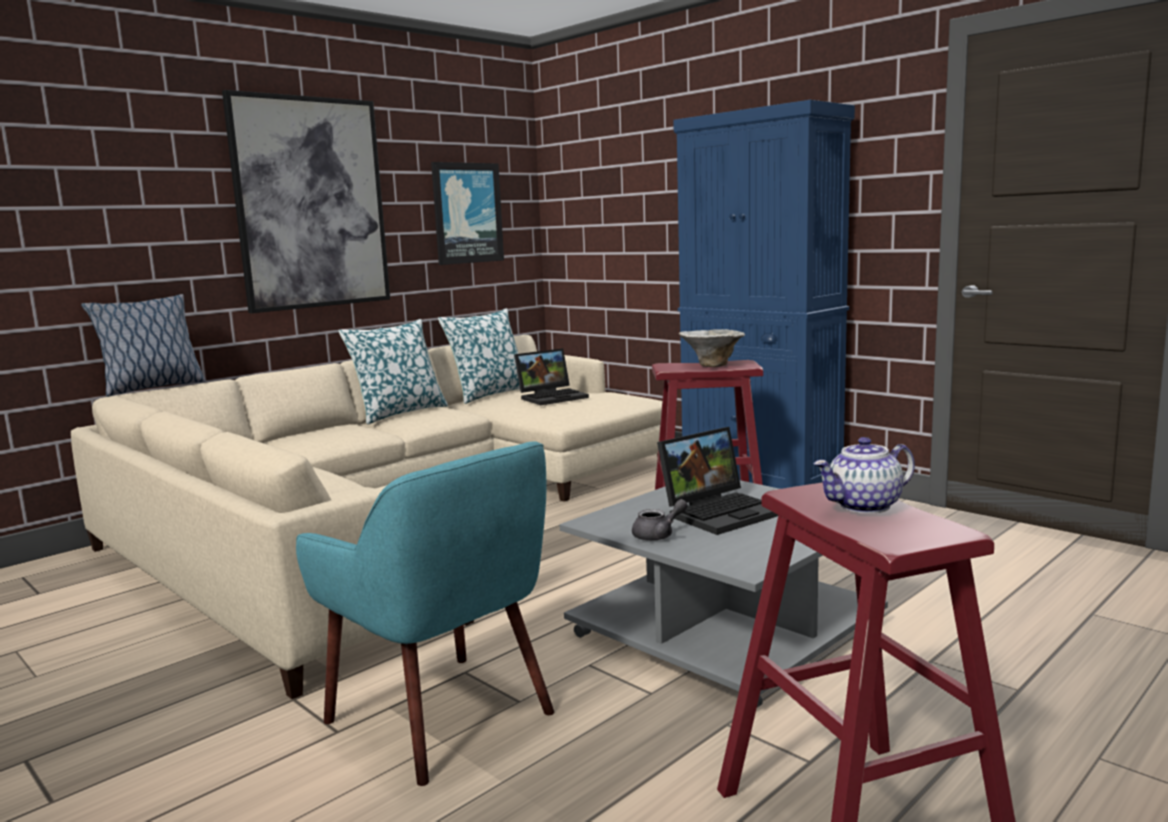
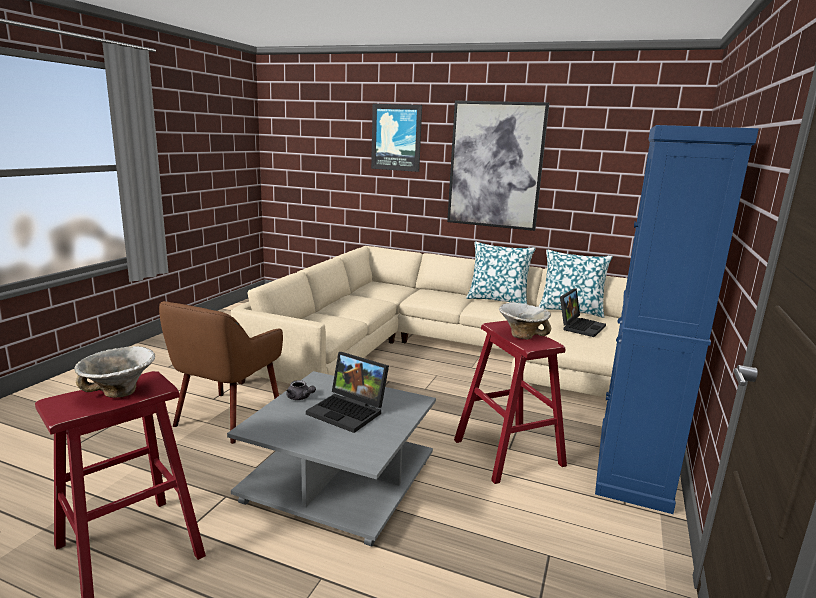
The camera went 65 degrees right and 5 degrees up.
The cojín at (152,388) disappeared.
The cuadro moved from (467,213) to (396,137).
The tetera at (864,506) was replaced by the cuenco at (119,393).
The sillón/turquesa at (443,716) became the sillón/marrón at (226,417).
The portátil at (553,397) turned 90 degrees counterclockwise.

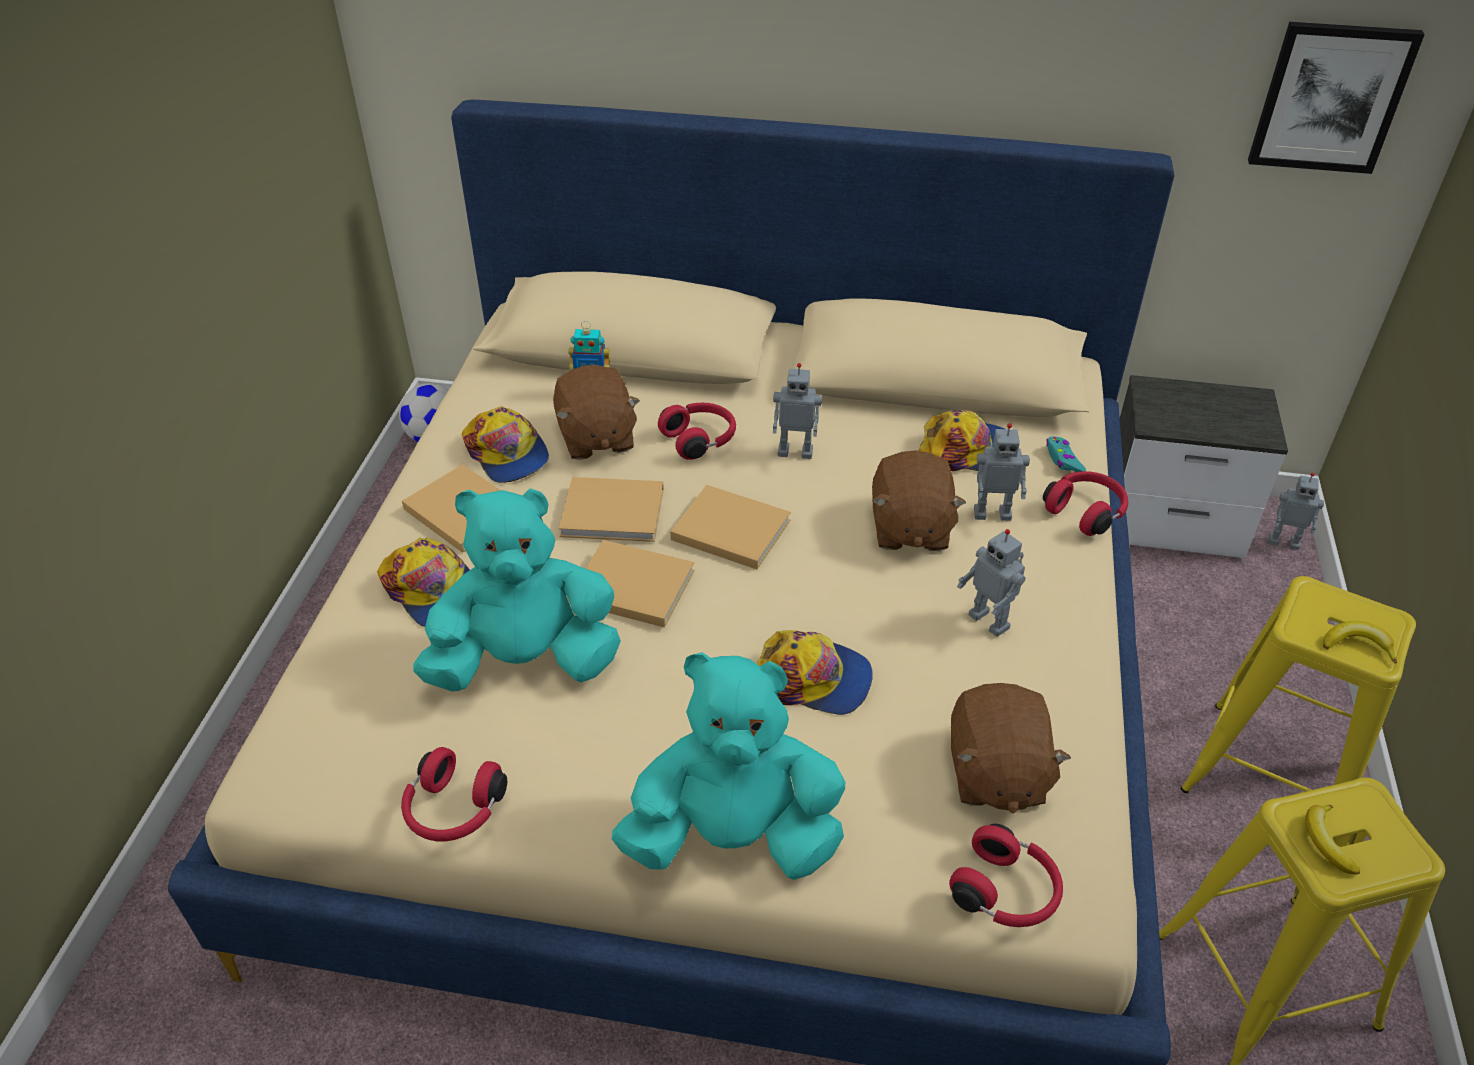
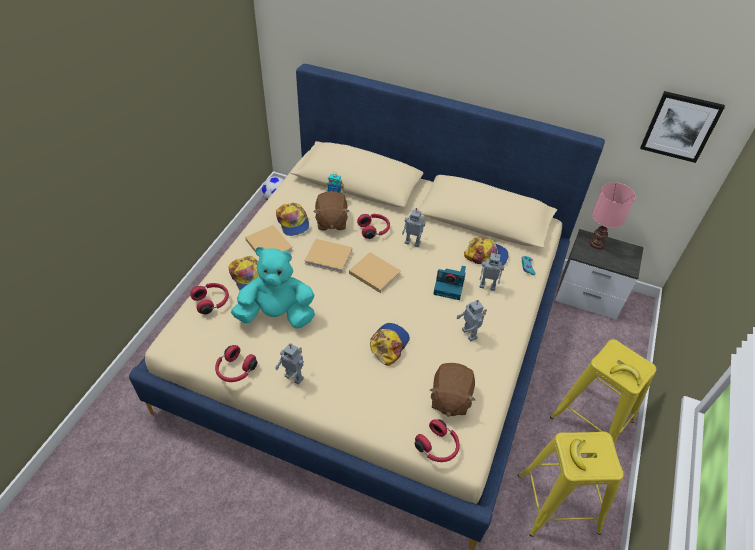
The camera went 10 degrees right and 5 degrees up.
The libro/beis at (629,585) disappeared.
The peluche/turquesa at (734,837) disappeared.
The lámpara de mesa/rosa at (596,244) appeared.
The auriculares/rojo moved from (1086,511) to (212,301).
The robot de juguete moved from (1284,541) to (295,376).
The peluche/marrón at (909,528) was replaced by the cámara at (449,286).
The gorra at (812,679) turned 90 degrees counterclockwise.

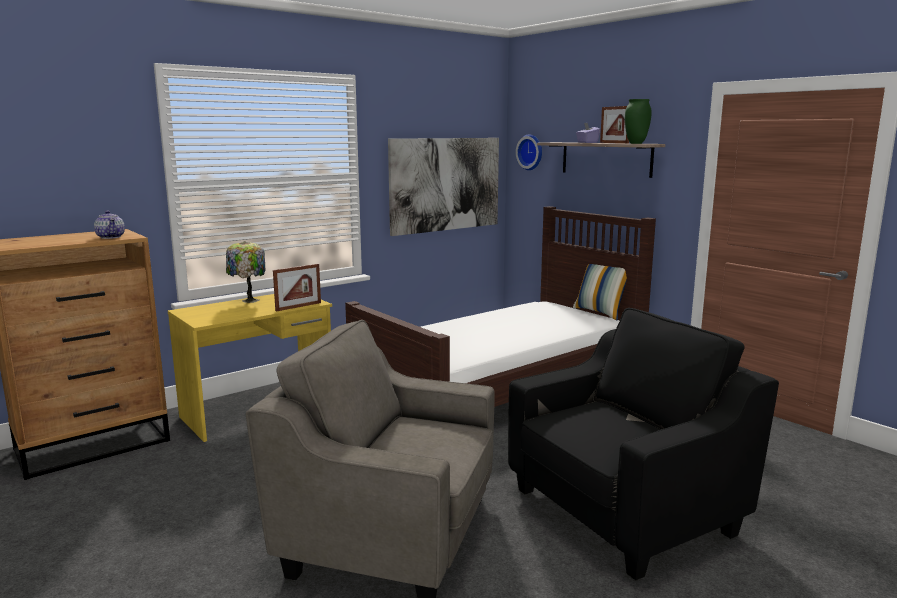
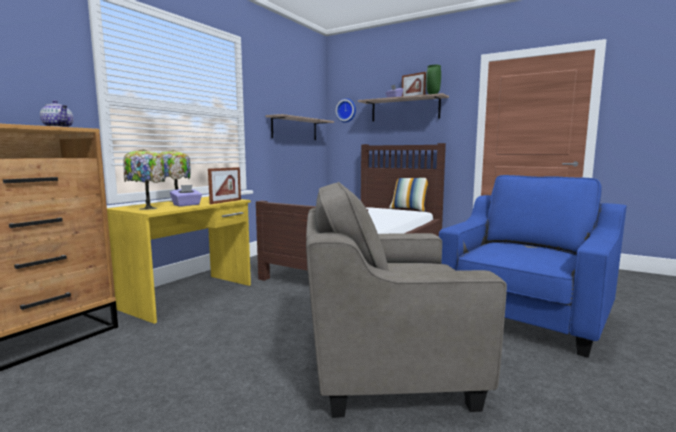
The camera went 20 degrees left and 5 degrees down.
The lámpara de mesa at (147,208) appeared.
The caja de pañuelos/morado at (187,205) appeared.
The cuadro at (445,184) was replaced by the estante at (294,129).
The sillón/negro at (624,511) became the sillón/azul at (525,317).

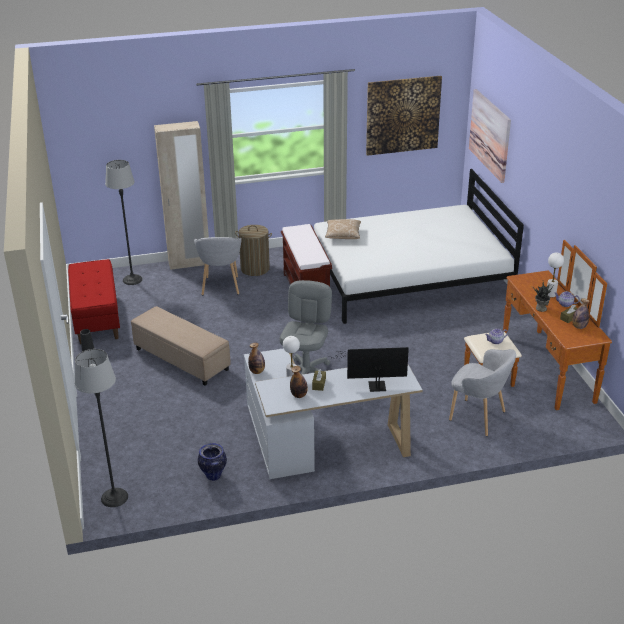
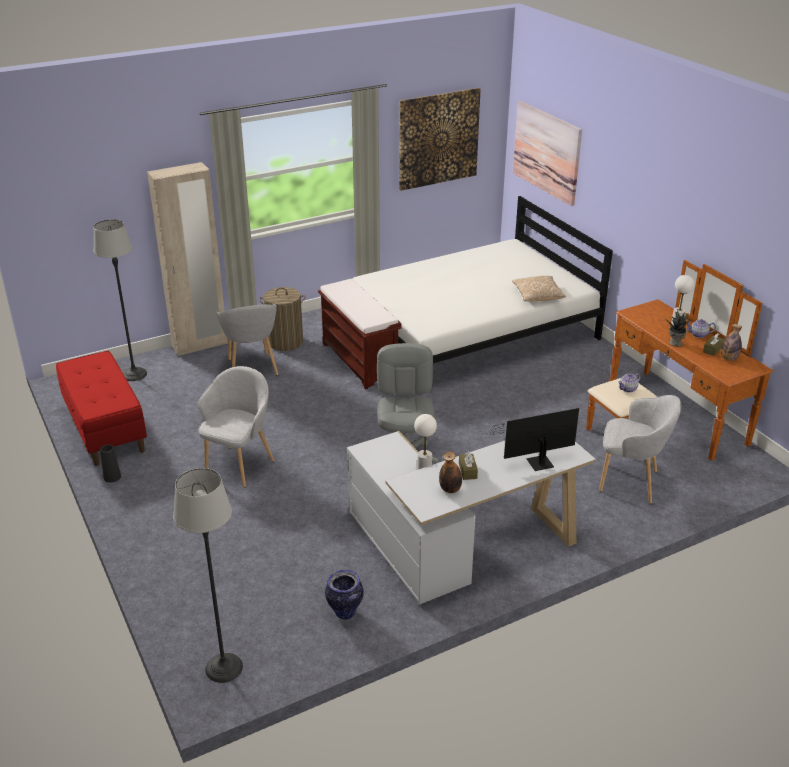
The camera went 15 degrees left and 0 degrees up.
The botella at (257,371) disappeared.
The cojín moved from (343,235) to (537,296).
The puf/beis at (182,359) was replaced by the sillón/gris at (240,465).

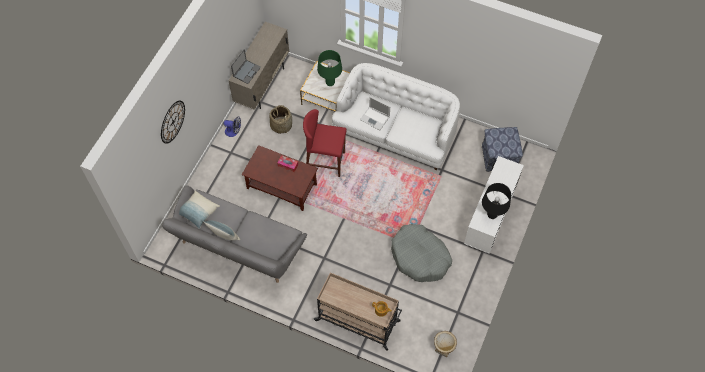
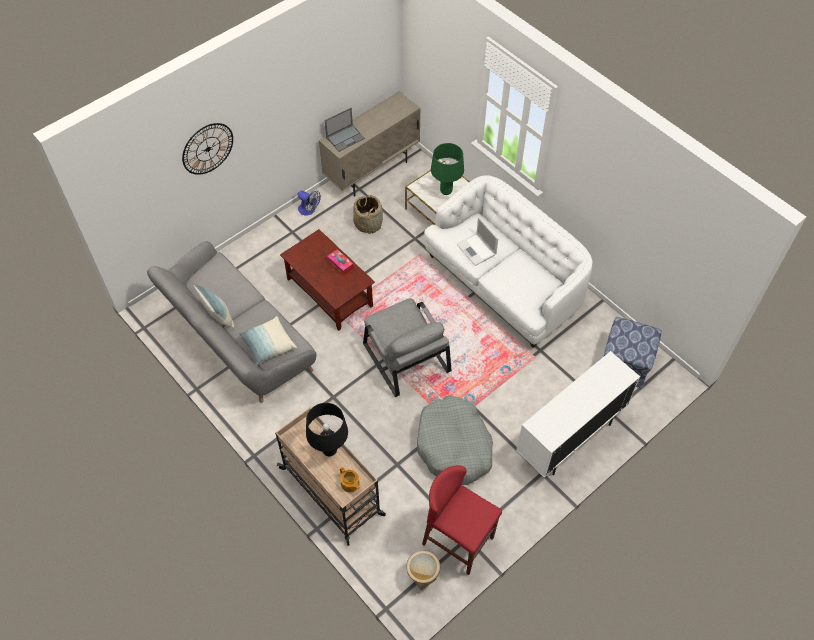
The camera went 25 degrees right and 5 degrees down.
The sillón/gris at (405,356) appeared.
The cojín moved from (198,212) to (268,345).
The taburete/rojo moved from (325,162) to (458,541).
The lámpara de mesa/negro moved from (491,215) to (329,450).

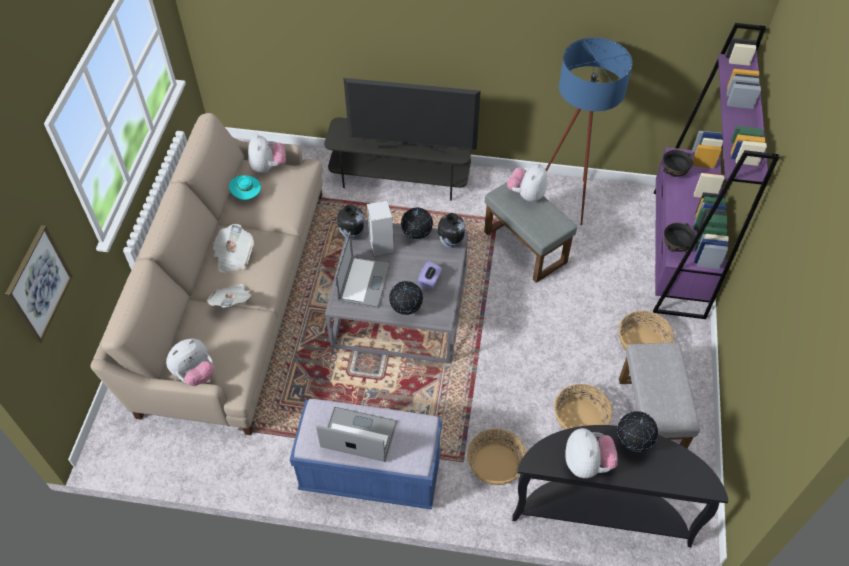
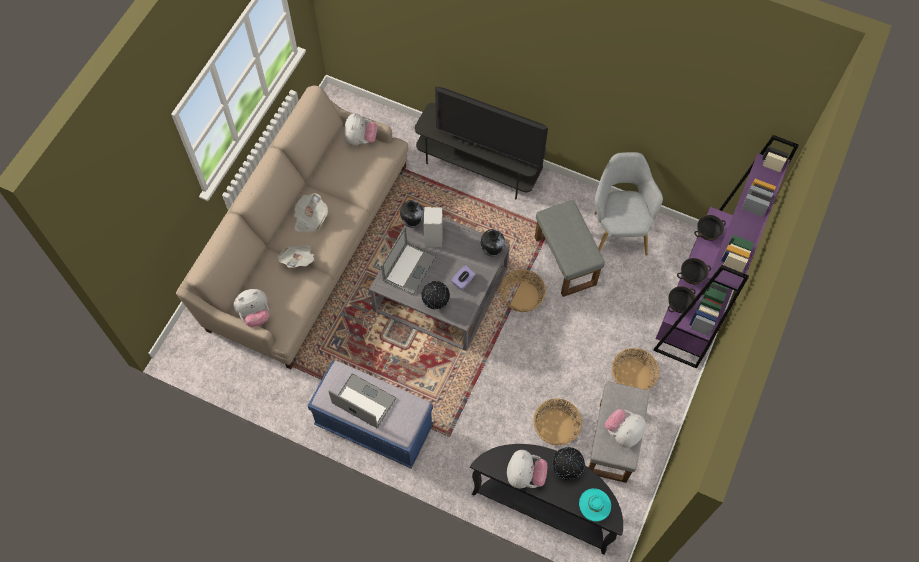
The camera went 15 degrees right and 10 degrees up.
The cuadro at (38,284) disappeared.
The globo terráqueo at (417,236) disappeared.
The cuenco/negro at (691,278) appeared.
The sombrero/turquesa moved from (247,195) to (593,508).
The cesta moved from (495,464) to (522,296).
The peluche moved from (526,194) to (623,433).
The lámpara de pie/azul at (568,205) was replaced by the sillón/gris at (618,230).

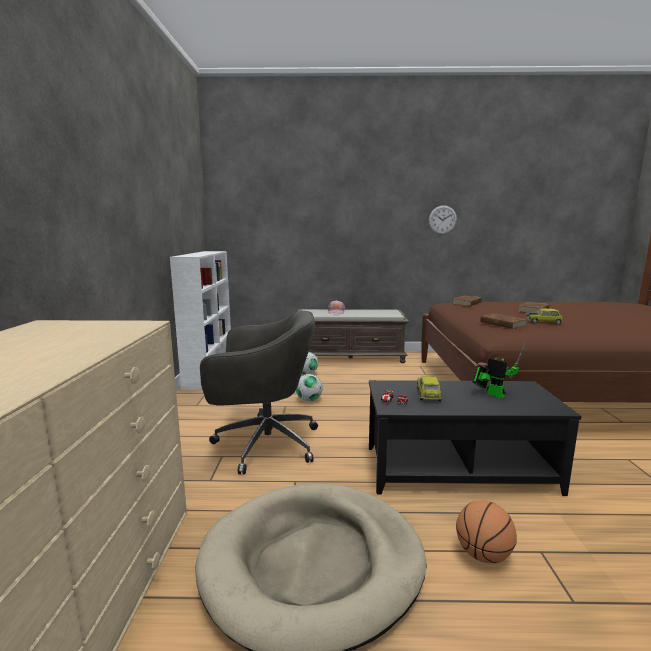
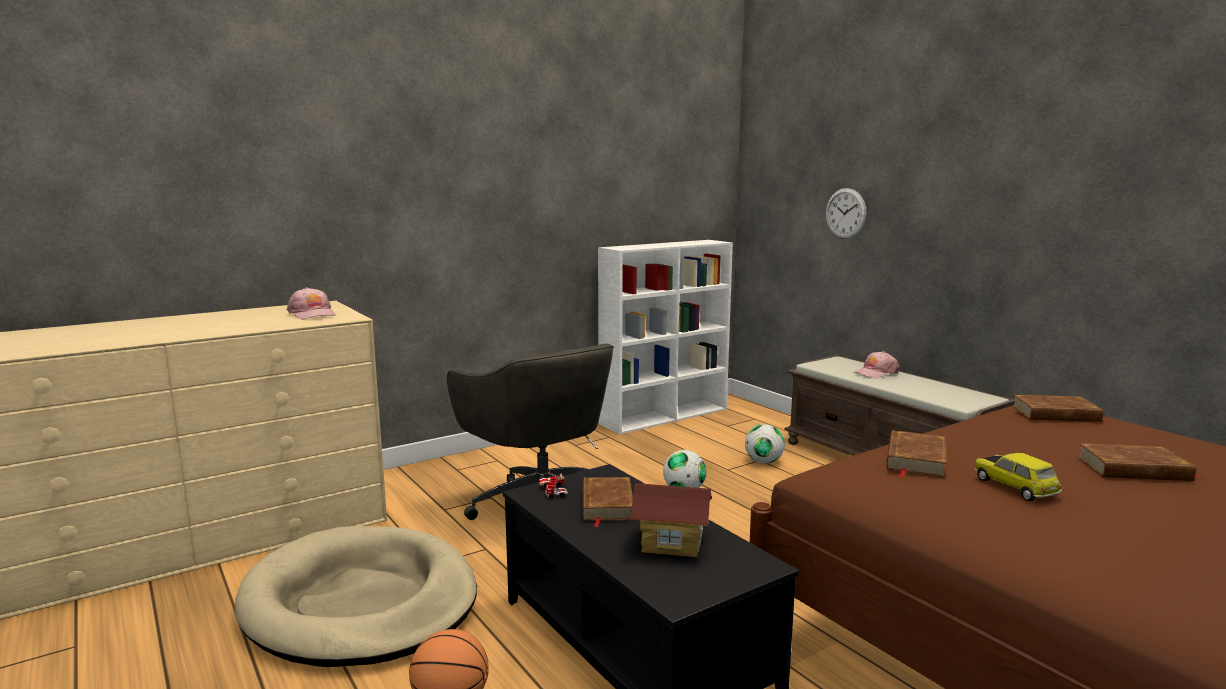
The camera went 55 degrees right and 0 degrees up.
The gorra/rosa at (313,314) appeared.
The reloj de pared moved from (442,220) to (845,213).
The coche de juguete at (429,394) was replaced by the libro/marrón at (606,504).
The robot de juguete at (492,394) was replaced by the casita at (671,544).

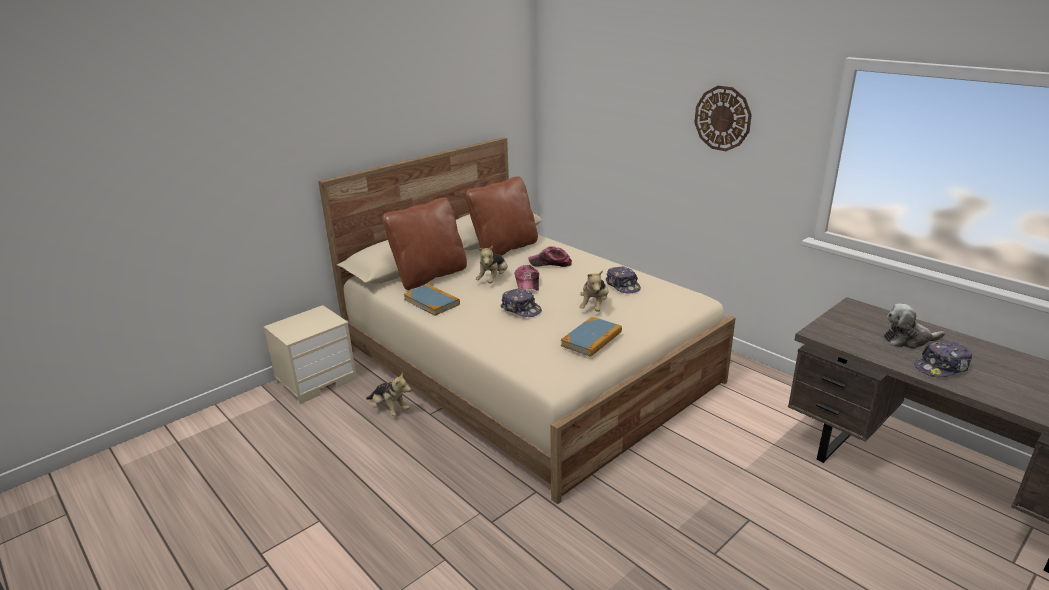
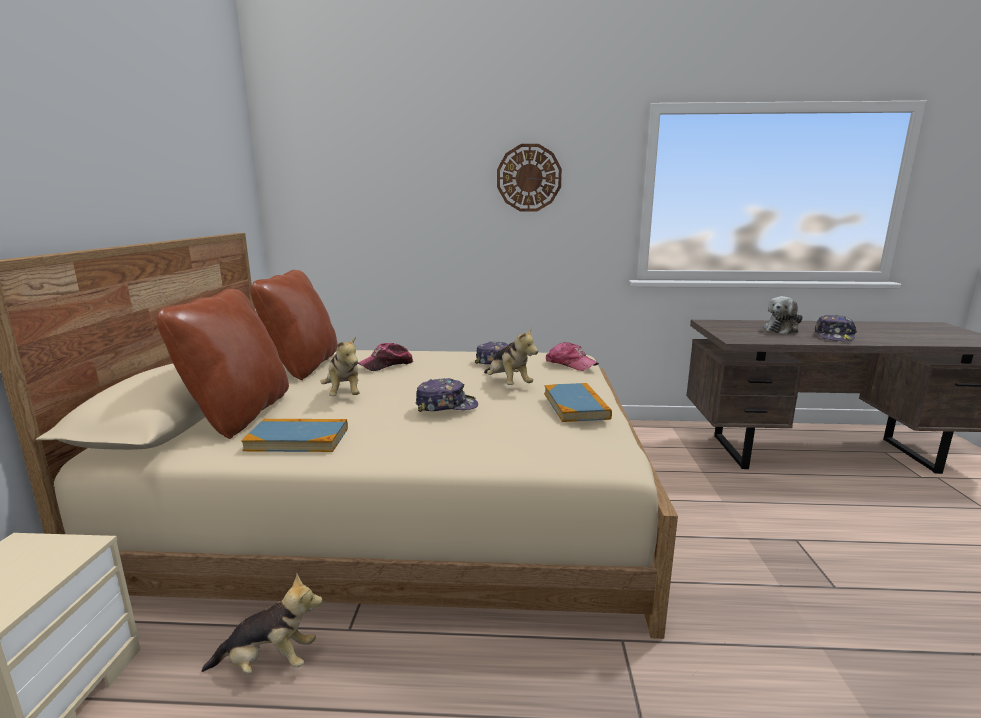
The camera went 45 degrees left and 10 degrees down.
The gorra moved from (527,283) to (570,364).

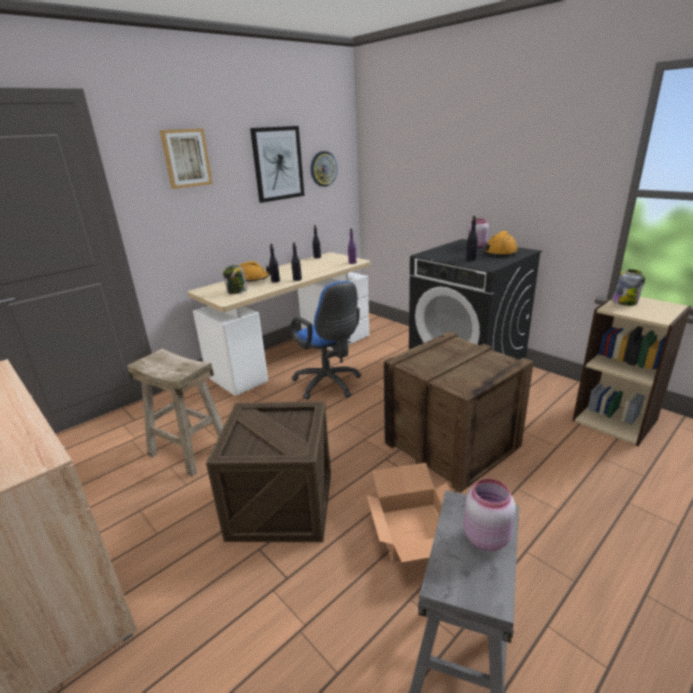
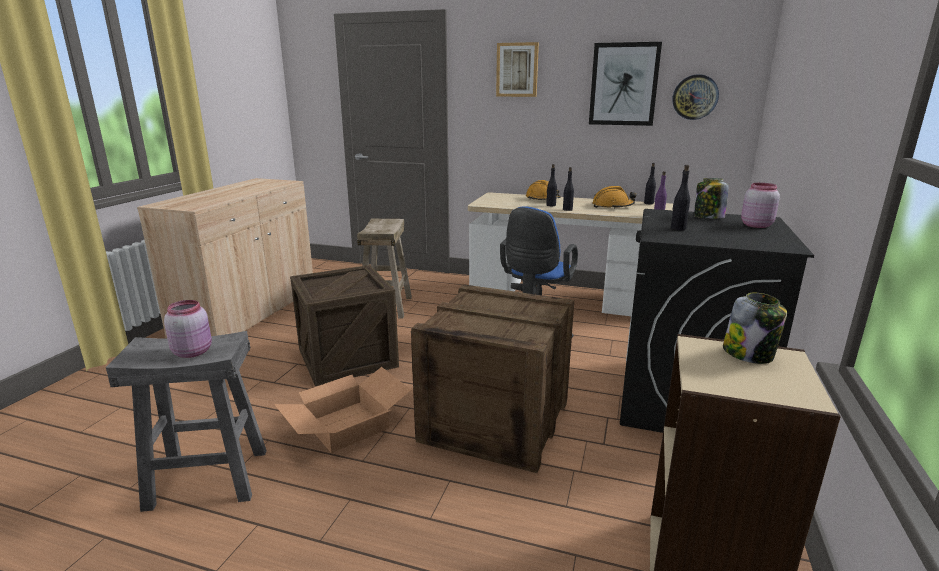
The camera went 60 degrees right and 5 degrees down.
The tarro moved from (237,291) to (708,217).
The casco/naranja moved from (501,252) to (612,206).

